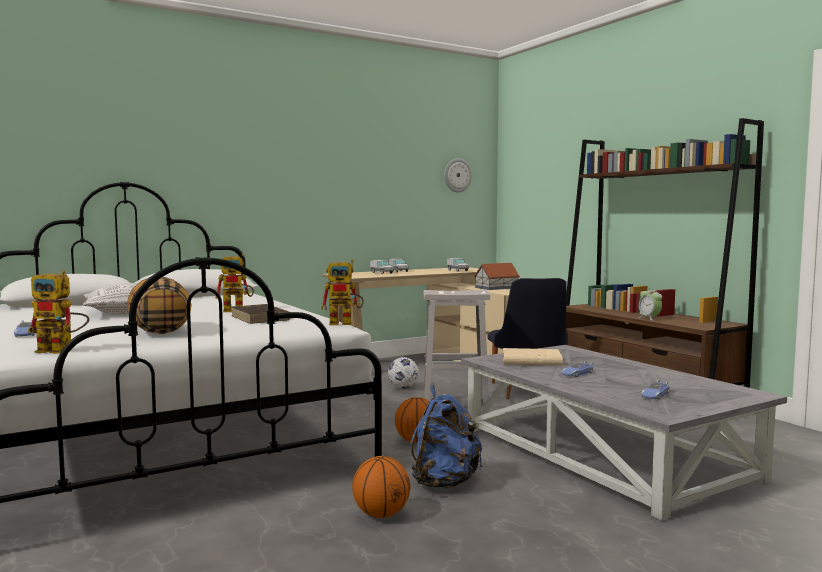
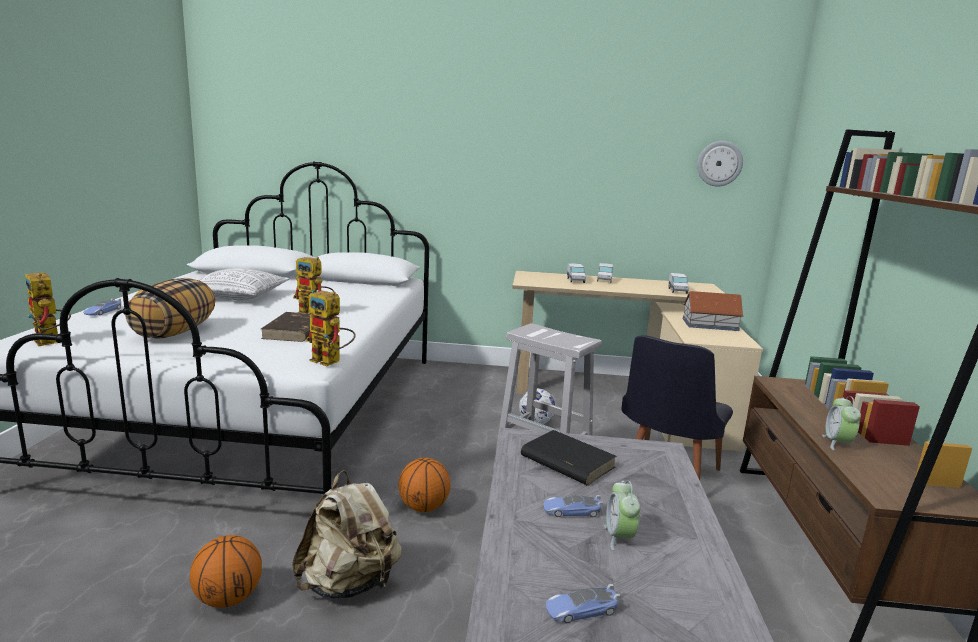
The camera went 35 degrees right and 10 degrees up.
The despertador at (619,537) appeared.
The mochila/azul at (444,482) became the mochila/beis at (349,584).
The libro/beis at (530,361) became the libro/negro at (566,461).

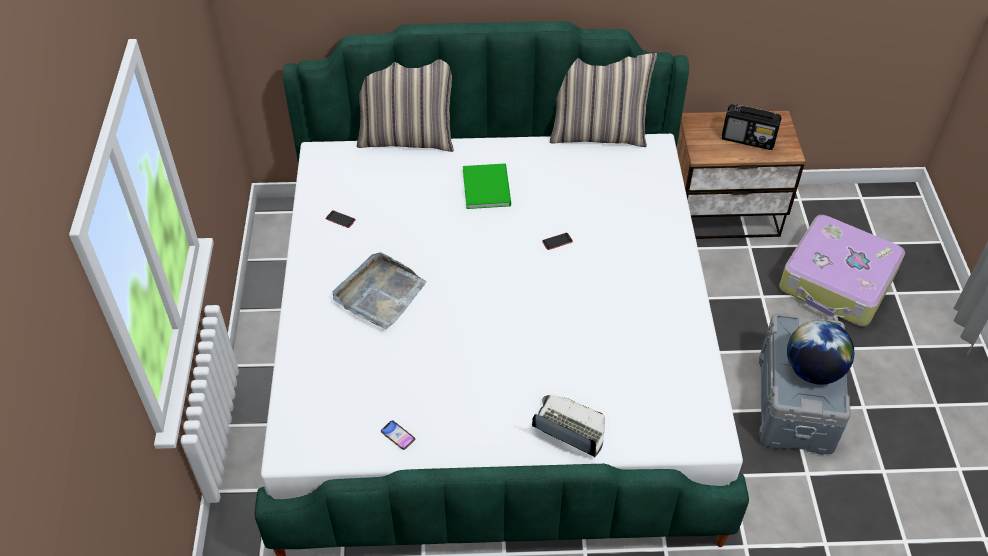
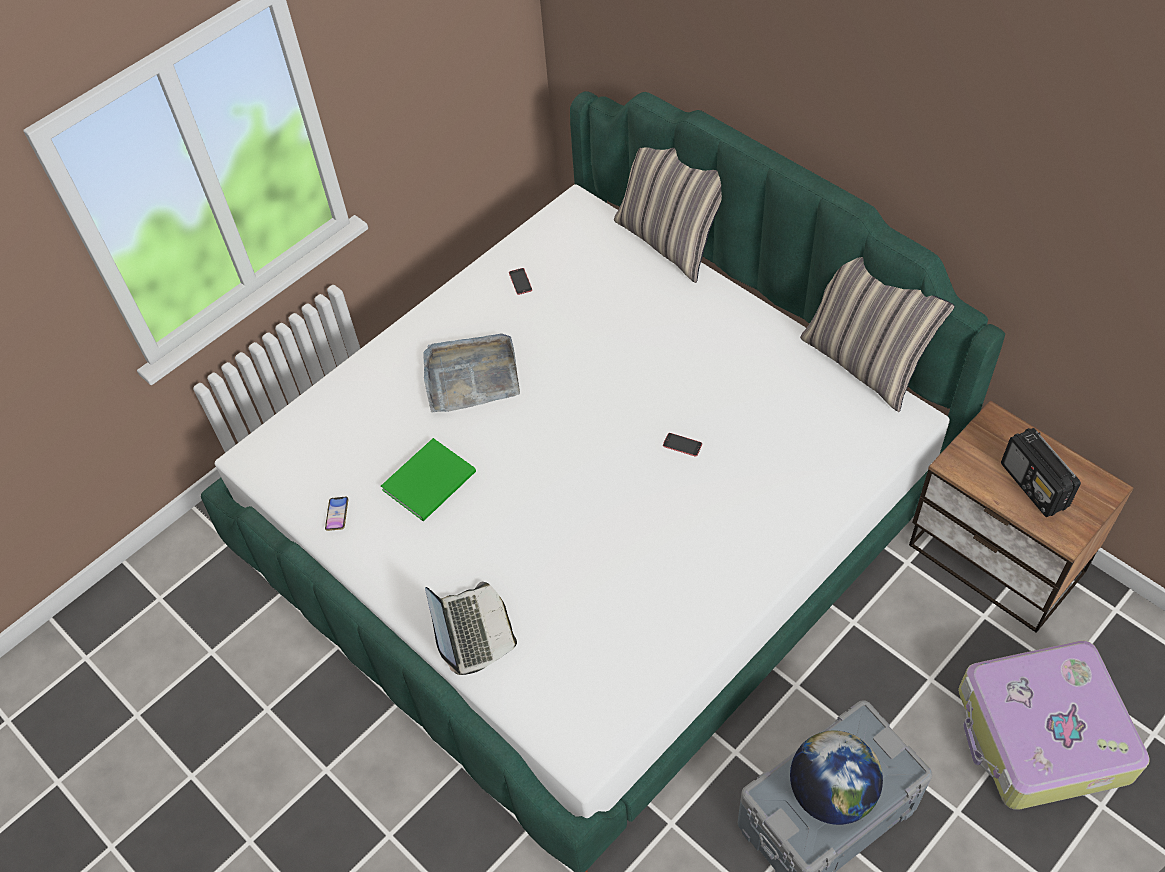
The camera went 50 degrees right and 5 degrees up.
The libro/verde moved from (487,186) to (432,480).

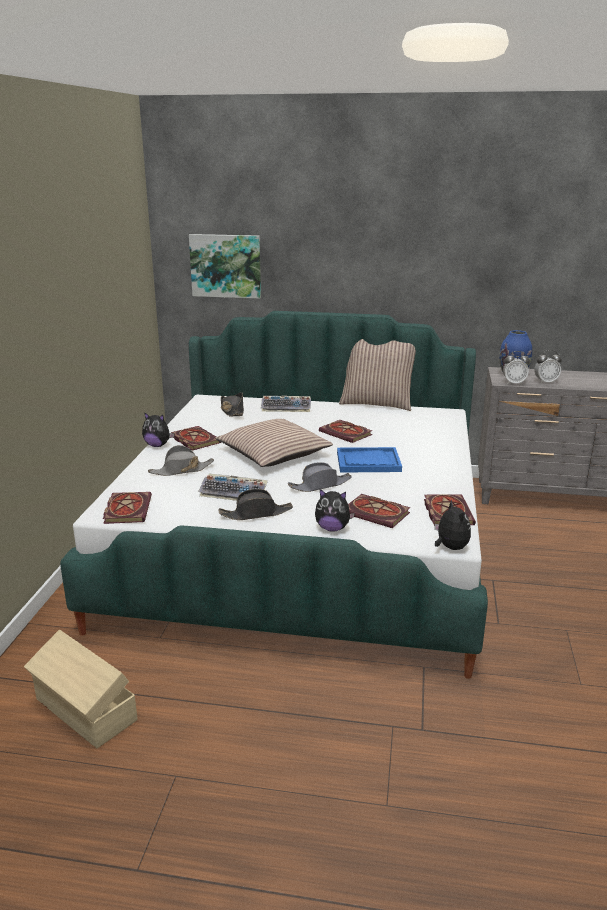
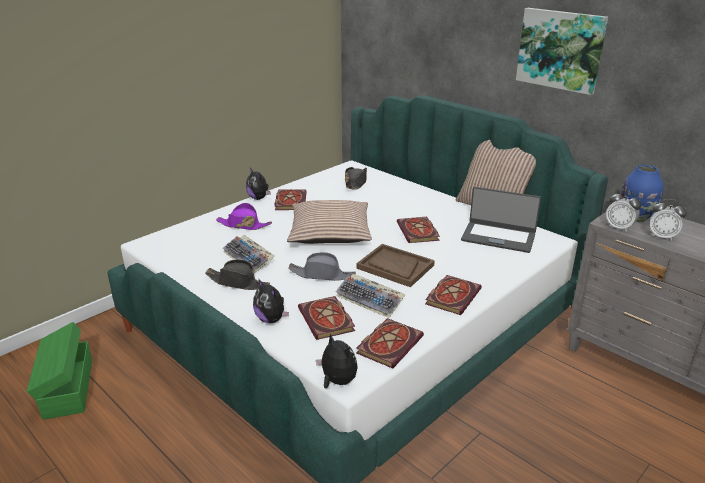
The camera went 35 degrees right and 5 degrees up.
The portátil at (498,237) appeared.
The libro moved from (127,509) to (452,296).
The cuadro moved from (226,266) to (560,50).
The teclado moved from (287,408) to (371,300).
The caja de almacenaje/beis at (85,711) became the caja de almacenaje/verde at (67,389).
The sombrero/gris at (181,470) became the sombrero/morado at (243,225).
The bandeja/azul at (368,462) became the bandeja/marrón at (395,267).
The peluche at (450,547) turned 60 degrees counterclockwise.

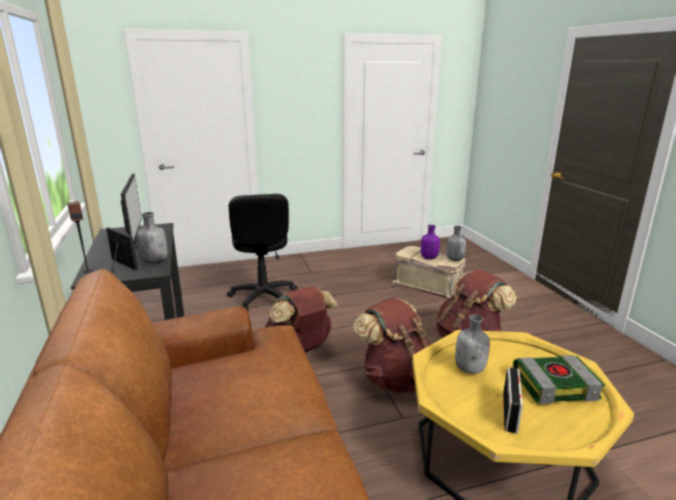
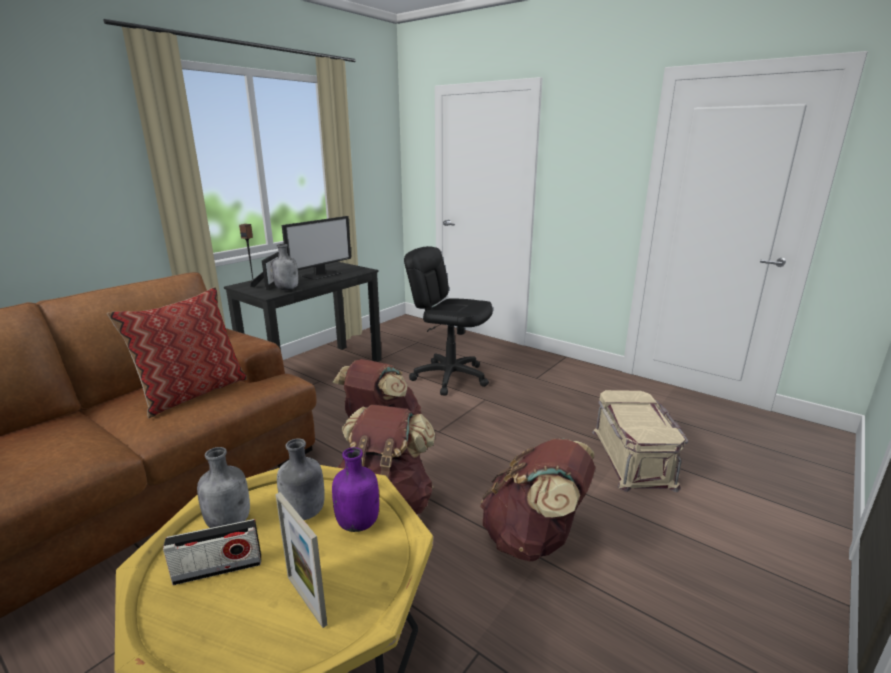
The camera went 55 degrees right and 0 degrees up.
The cojín at (193,392) appeared.
The botella/morado moved from (428,258) to (358,522).
The botella/gris moved from (454,259) to (230,522).
The libro at (555,384) was replaced by the portarretratos at (306,600).
The silla de oficina/negro at (263,298) turned 75 degrees clockwise.

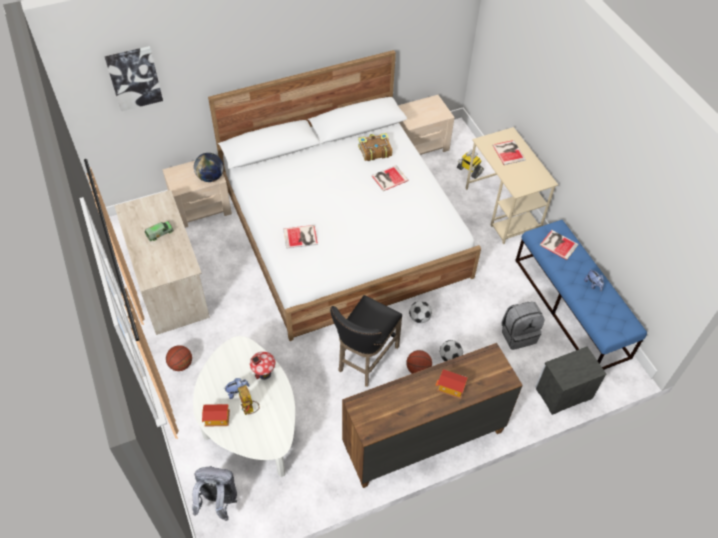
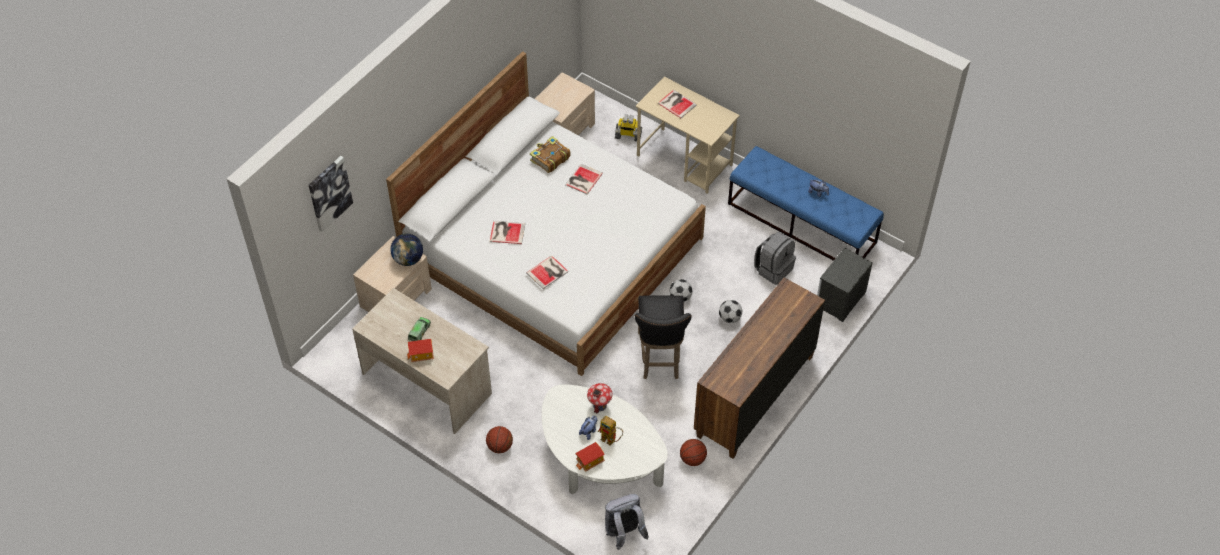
The camera went 30 degrees left and 0 degrees up.
The balón de baloncesto moved from (418,369) to (692,459).
The casita moved from (450,388) to (421,355).
The libro moved from (558,244) to (506,232).

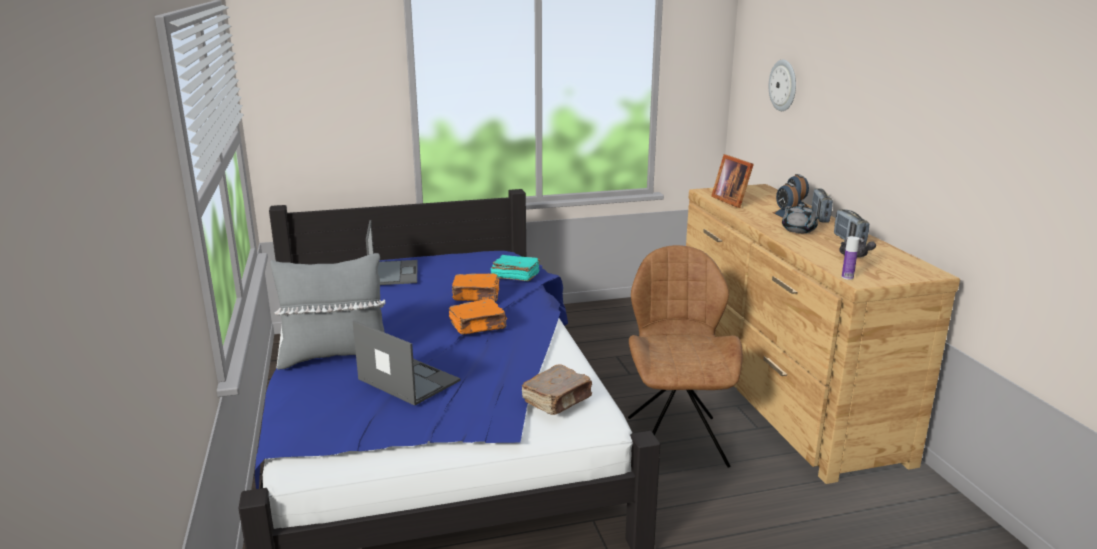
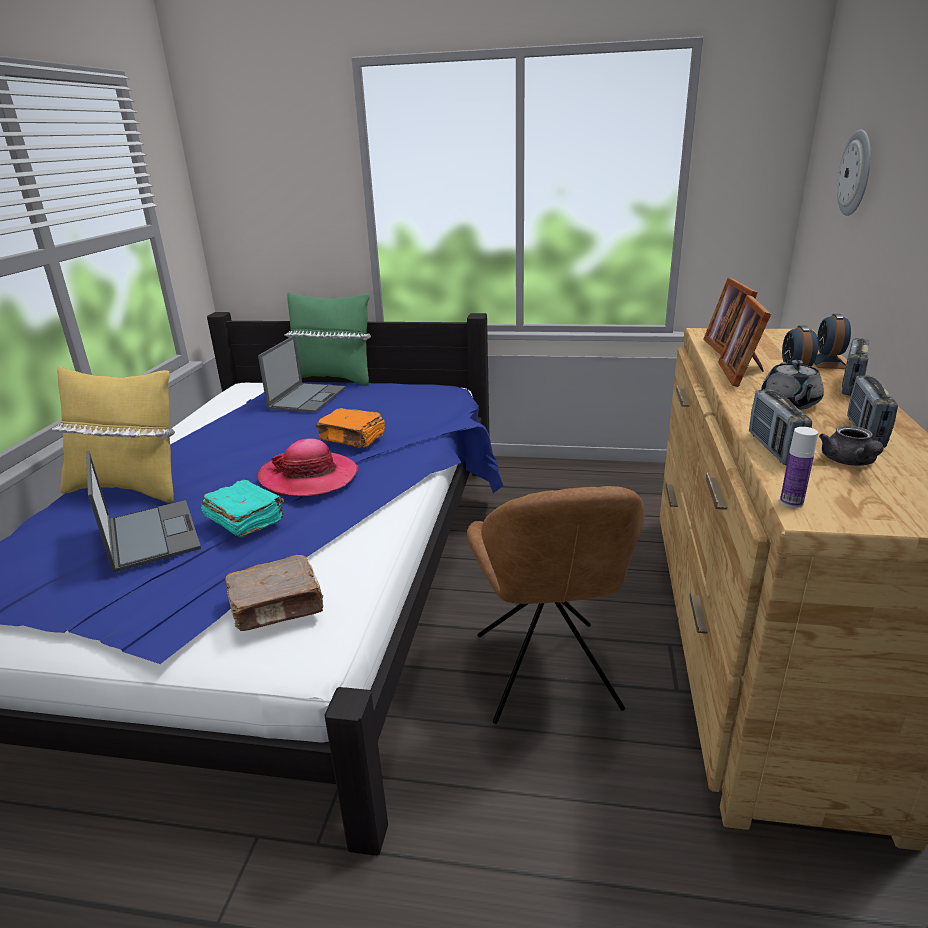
The camera went 25 degrees right and 5 degrees up.
The cojín/verde at (332,379) appeared.
The portarretratos at (743,374) appeared.
The radio at (773,449) appeared.
The libro/turquesa moved from (515,276) to (245,520).
The libro/naranja at (478,326) was replaced by the sombrero at (309,477).
The cojín/gris at (335,357) became the cojín/amarillo at (129,488).
The silla/marrón at (676,439) turned 150 degrees clockwise.

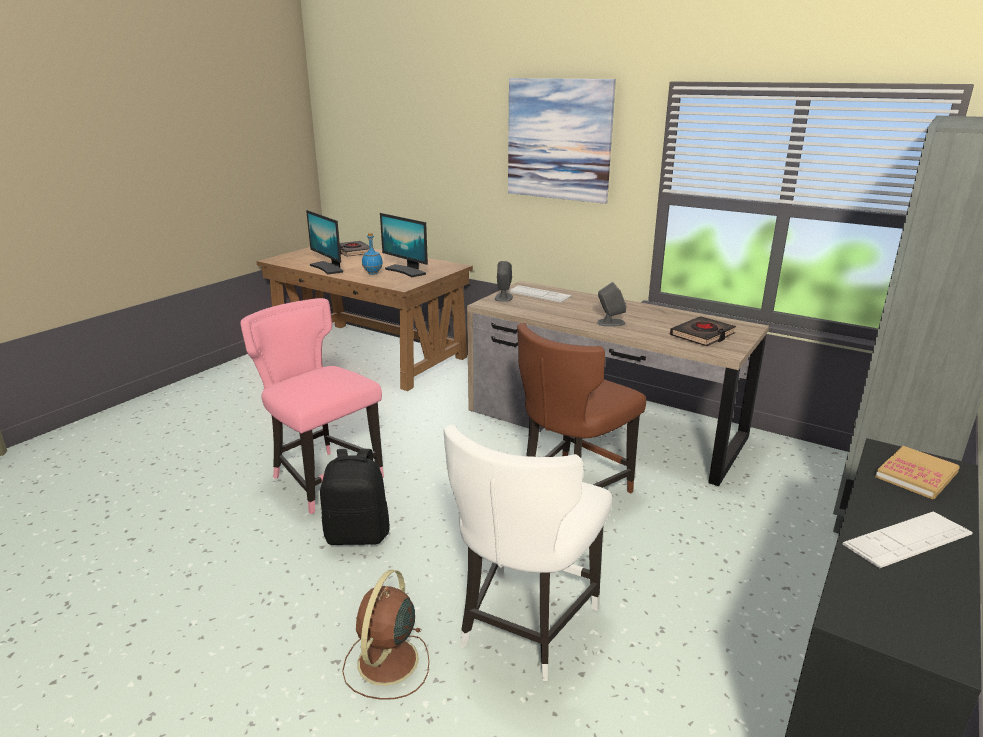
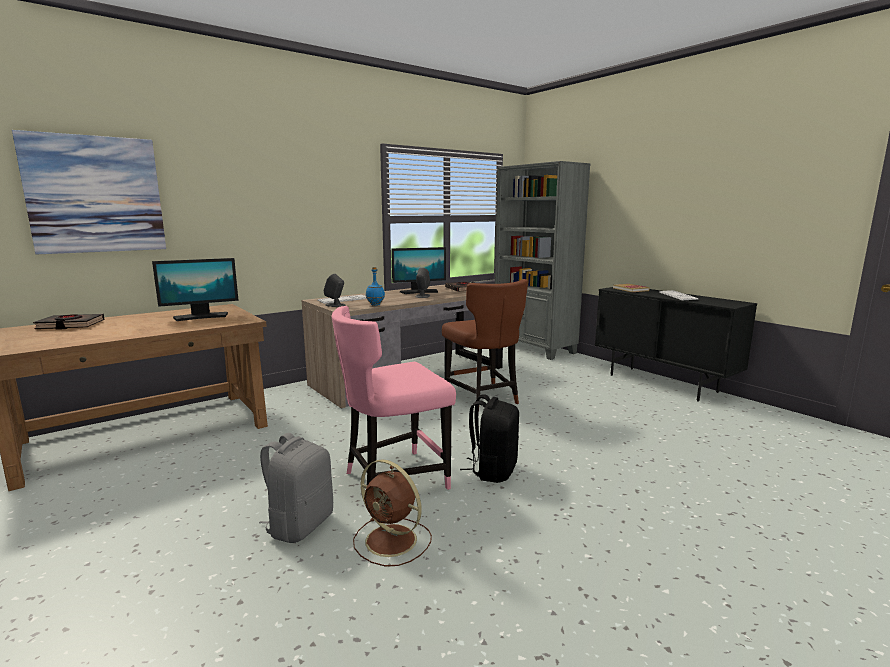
The camera went 70 degrees left and 10 degrees down.
The silla/blanco at (524,626) disappeared.
The mochila/gris at (299,525) appeared.
The monitor moved from (328,268) to (419,292).
The ventilador/marrón moved from (386,663) to (393,541).
The botella/azul moved from (373,273) to (375,305).
The cuadro moved from (559,140) to (95,195).

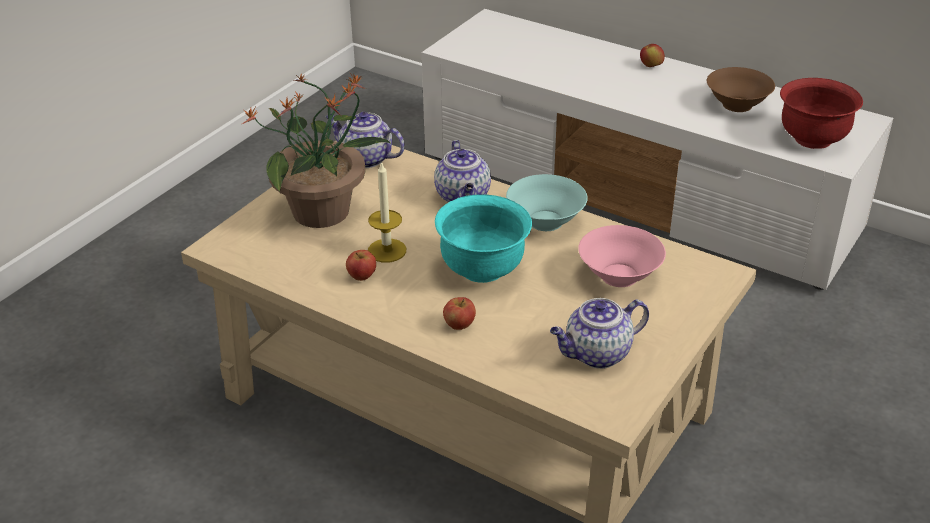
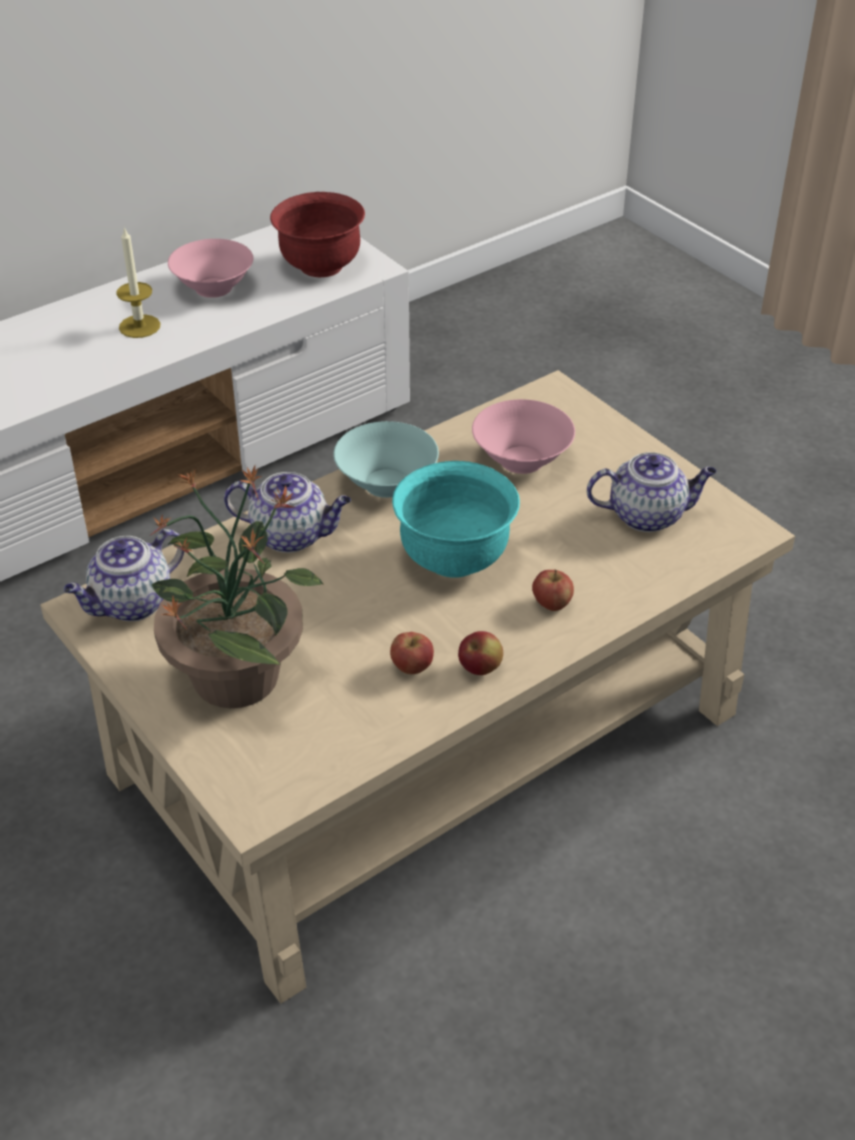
The camera went 70 degrees left and 5 degrees up.
The vela moved from (387,250) to (139,326).
The manzana moved from (651,66) to (480,668).
The cuenco/marrón at (737,105) became the cuenco/rosa at (214,288).
The tetera at (596,354) turned 90 degrees counterclockwise.

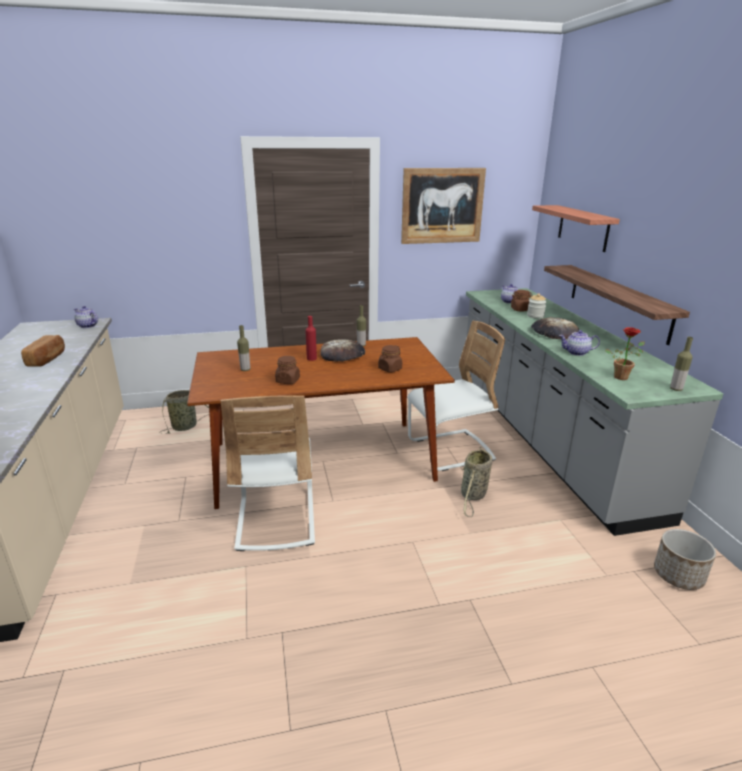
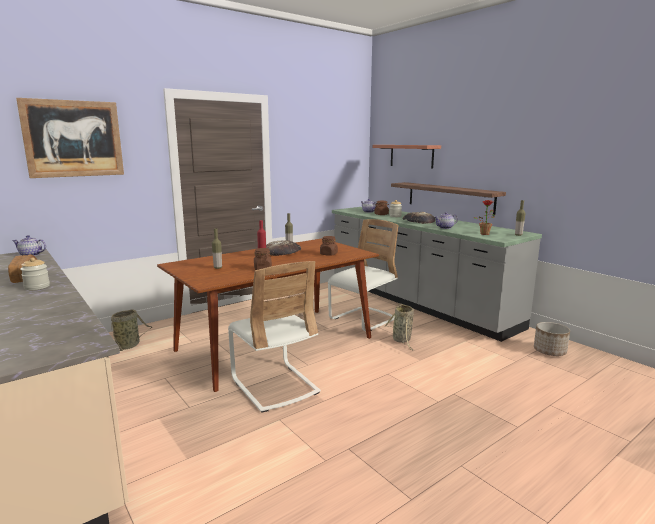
The camera went 25 degrees left and 10 degrees down.
The tarro at (37,287) appeared.
The cuadro moved from (442,206) to (73,139).

